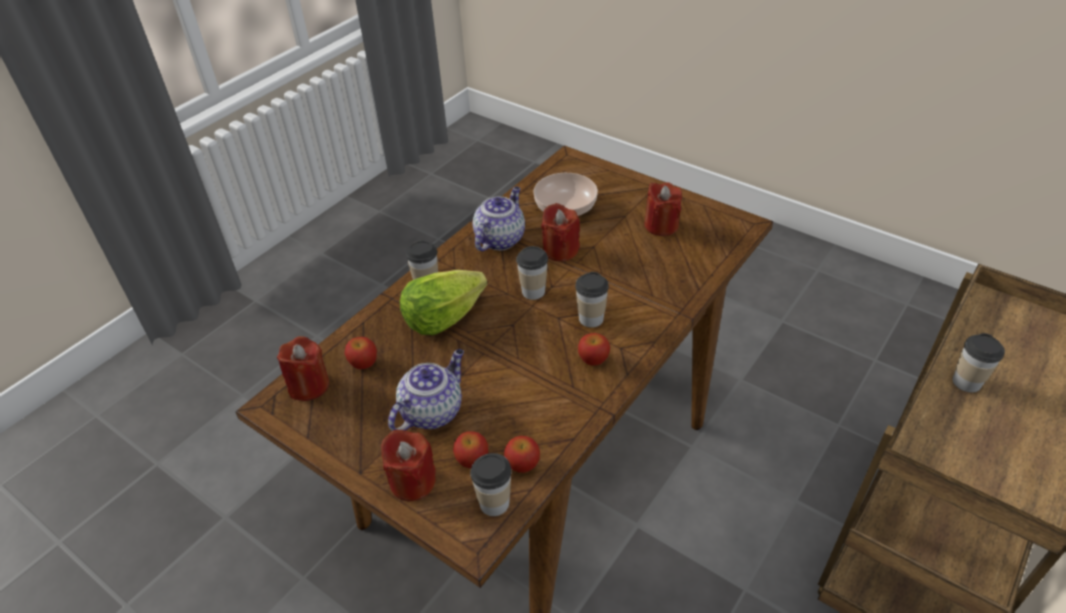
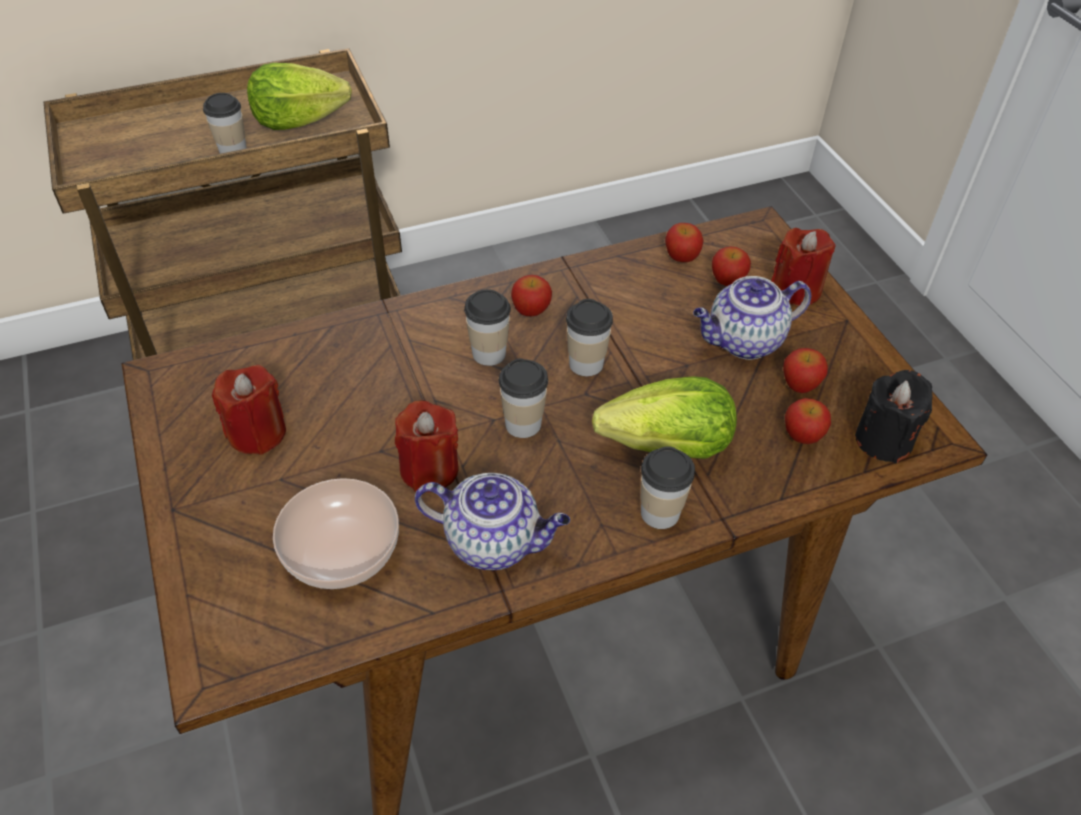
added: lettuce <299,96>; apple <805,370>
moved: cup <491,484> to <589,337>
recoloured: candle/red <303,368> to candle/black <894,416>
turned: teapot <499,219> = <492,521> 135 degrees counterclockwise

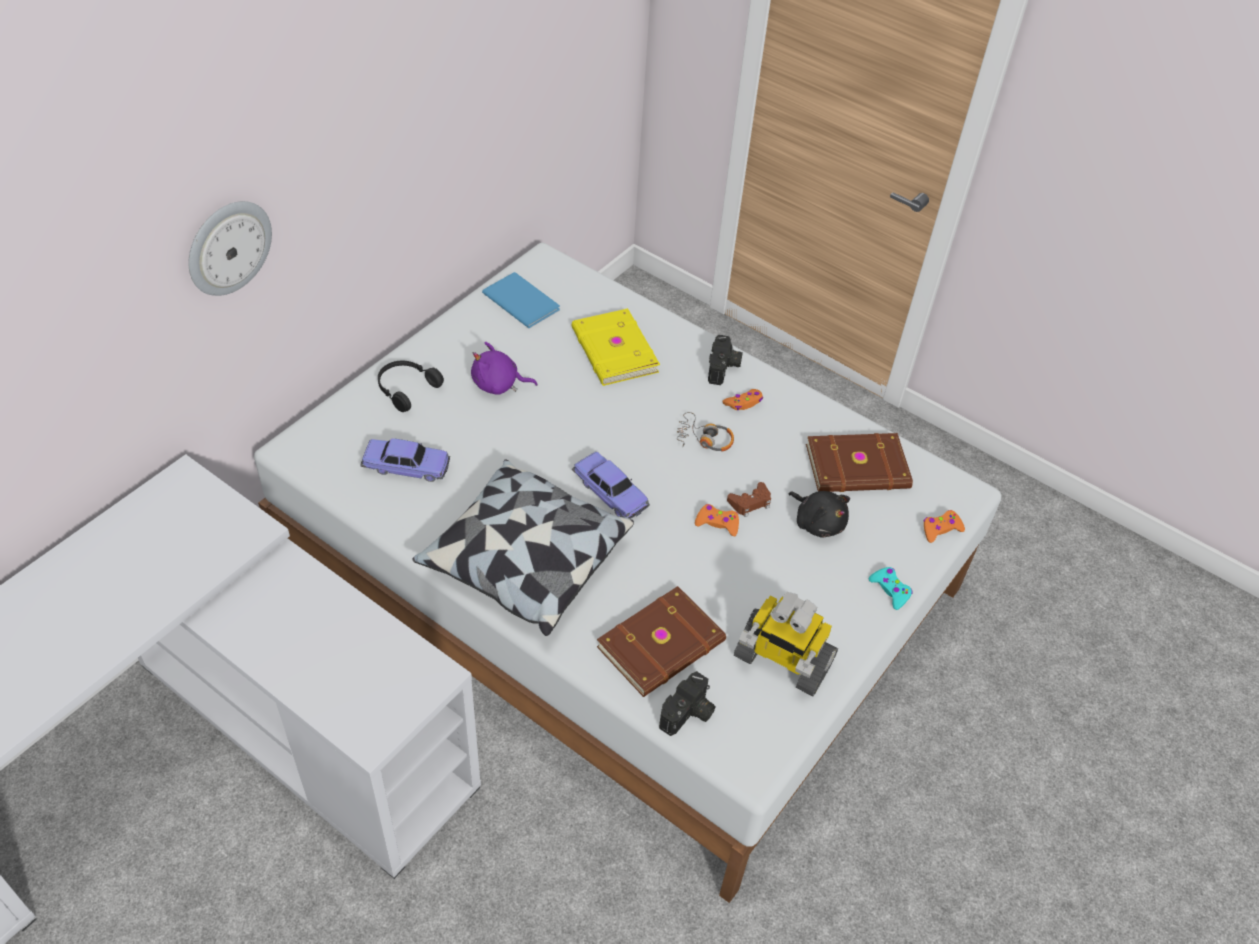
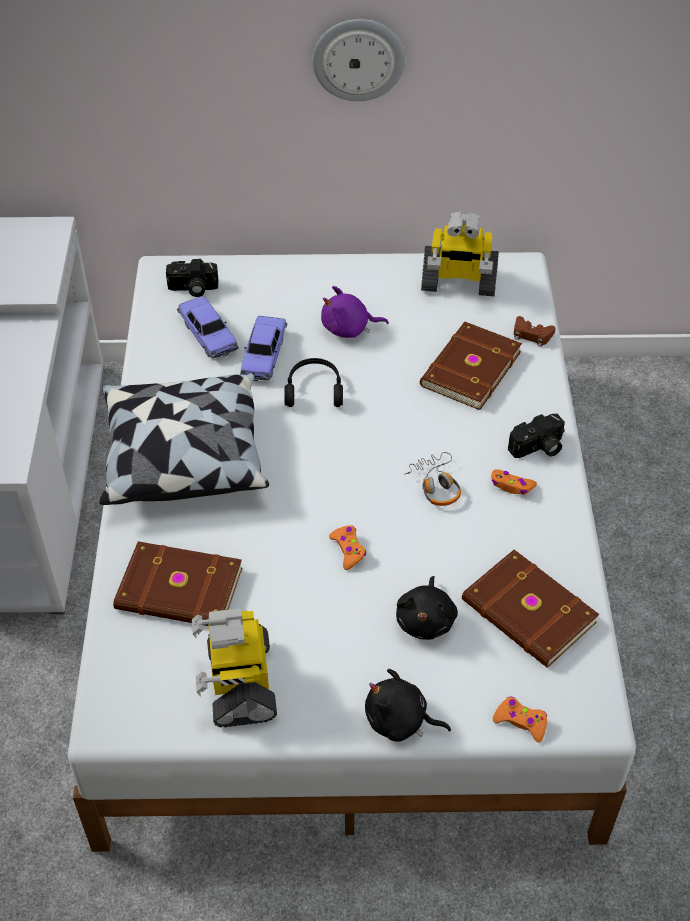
moved: wall clock <230,248> to <358,60>; headphones/black <411,386> to <313,382>; toy car <611,485> to <263,348>; game controller/brown <749,499> to <535,331>; photo camera <687,703> to <192,278>
replaced: book/blue <521,300> to toy robot <460,253>; game controller/turquoise <890,588> to plush toy/black <408,705>
recoloured: book/yellow <616,347> to book/brown <471,366>
turned: plush toy/purple <504,368> = <355,312> 60 degrees counterclockwise

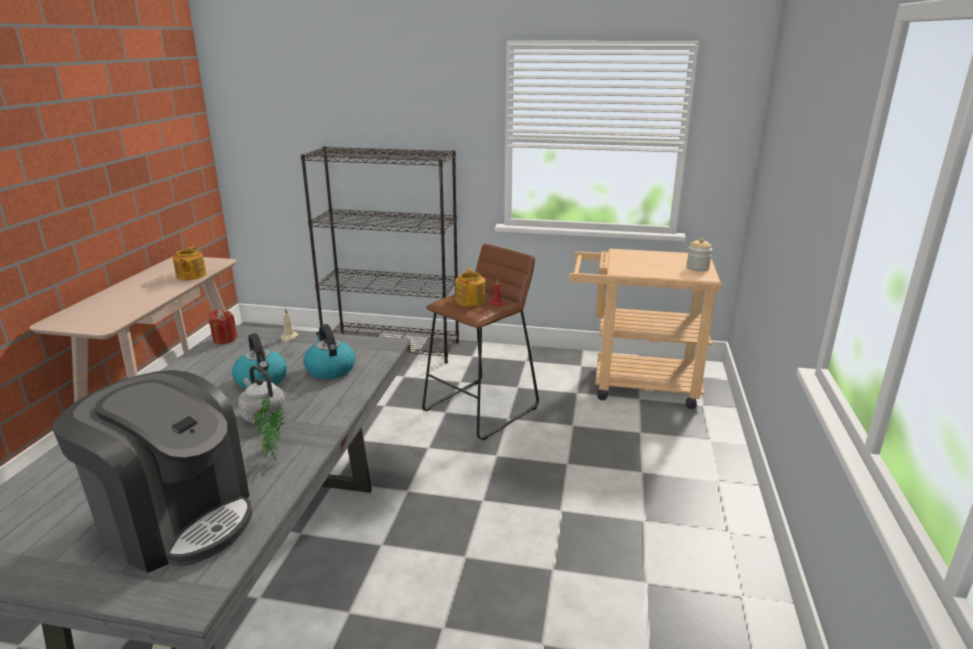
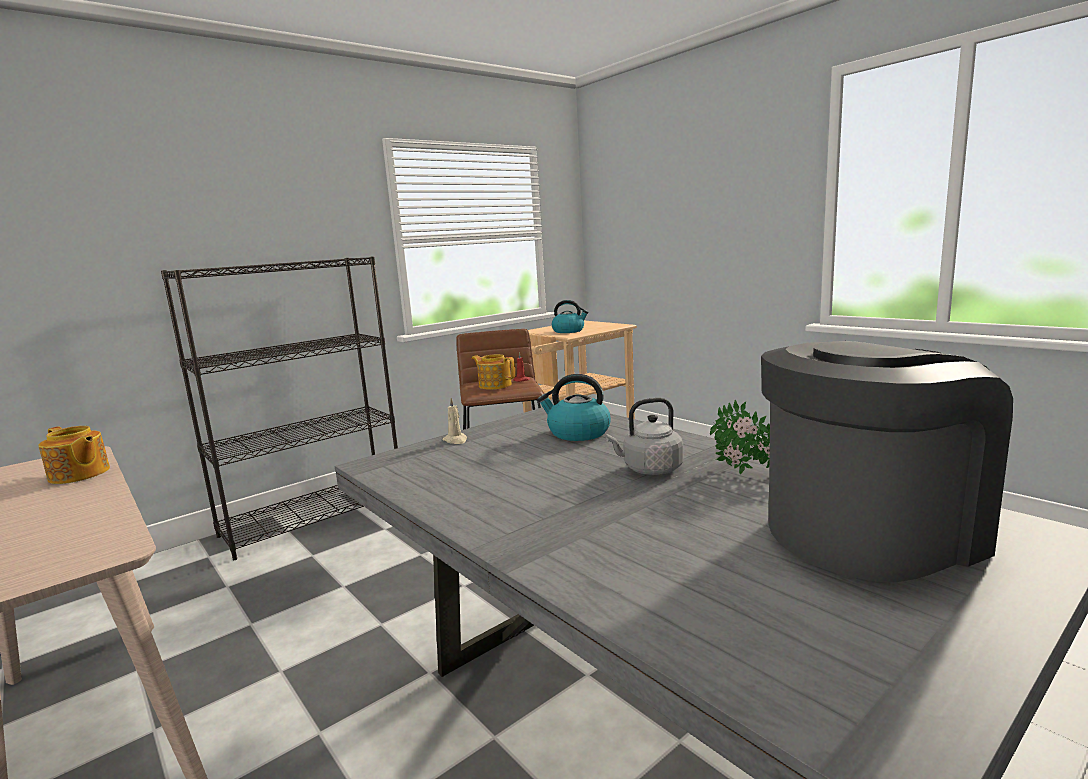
removed: jar <699,254>; candle/red <223,326>
moved: kettle <259,361> to <570,316>

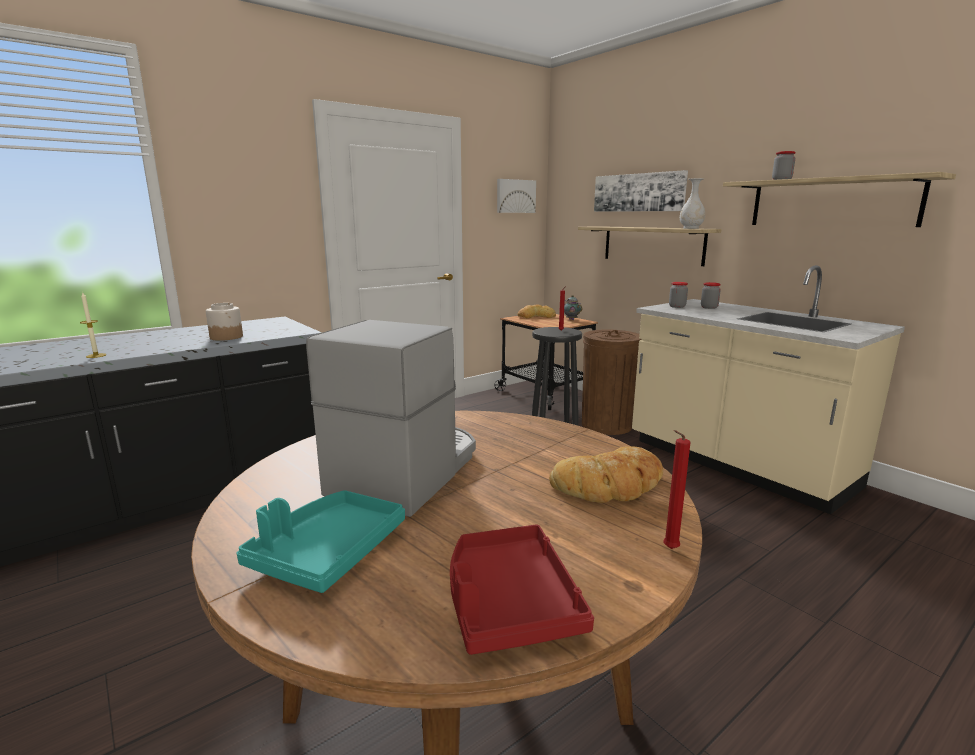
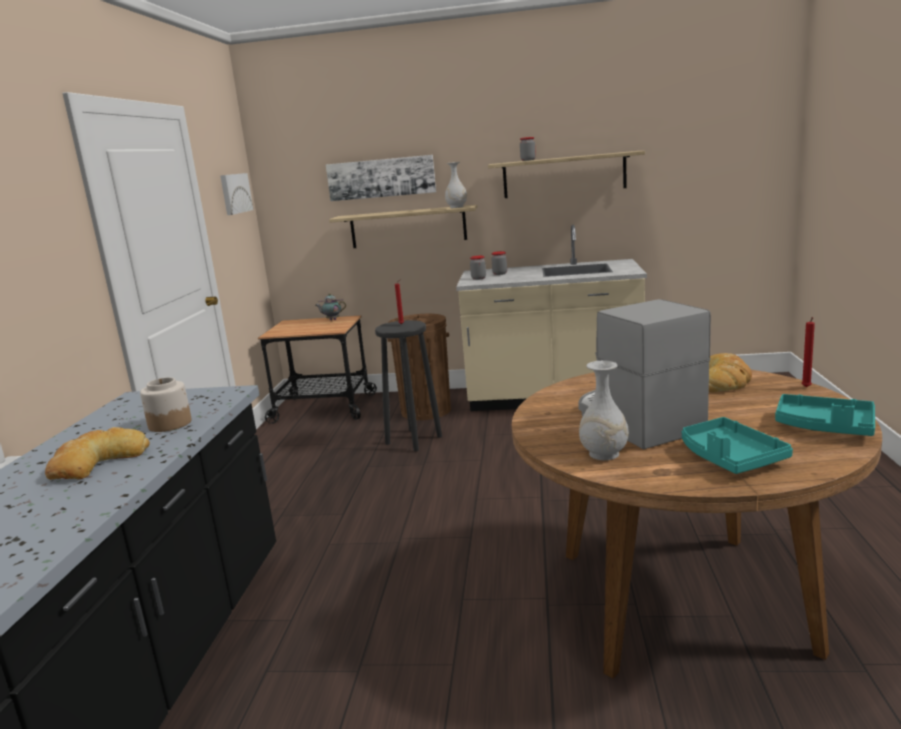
removed: candle <93,325>
added: vase/white <604,410>
moved: bread <536,311> to <97,453>
recoloured: tray/red <522,589> to tray/turquoise <825,415>

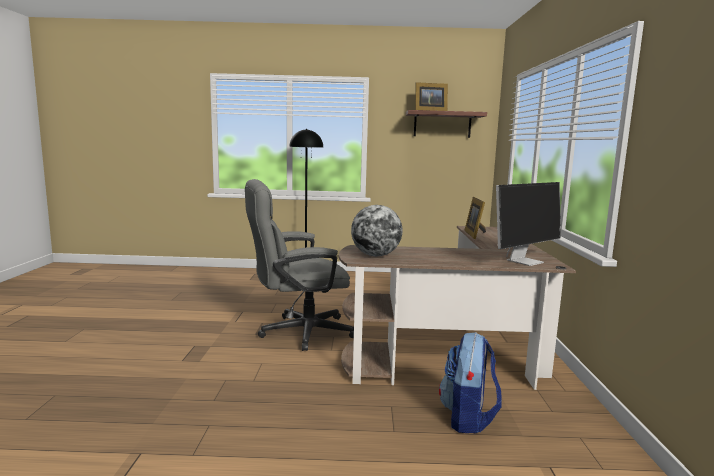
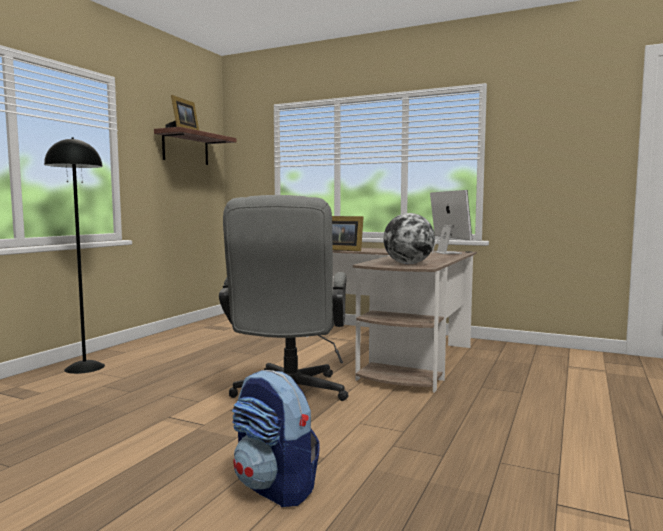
moved: backpack <470,383> to <276,438>

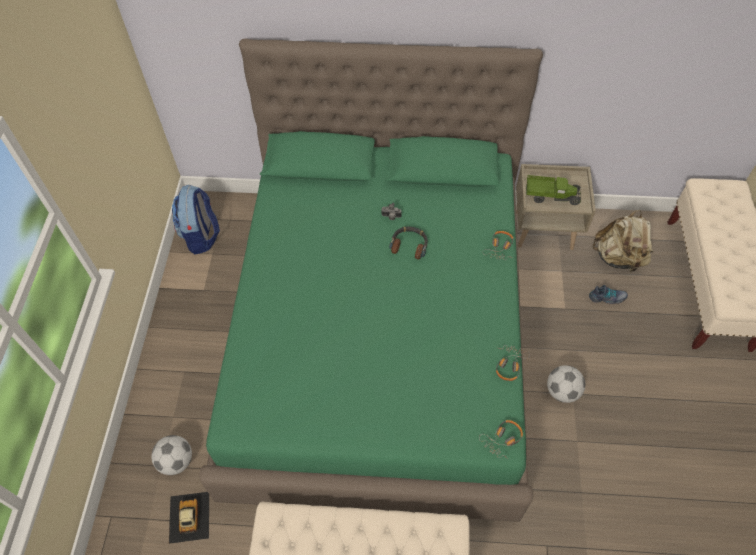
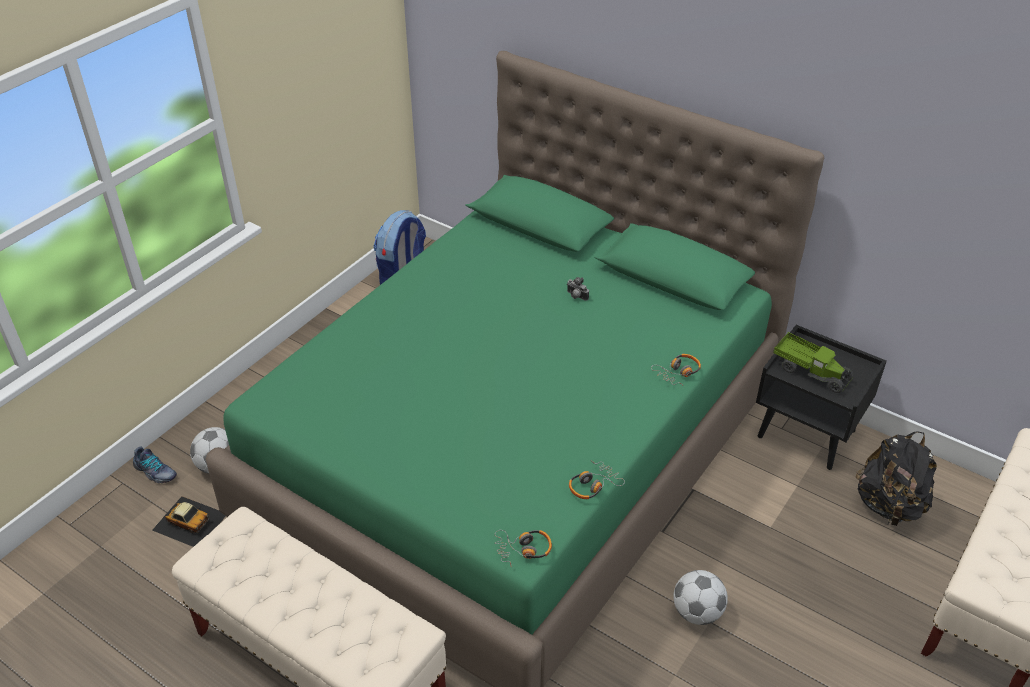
removed: headphones <408,243>
moved: shoe <608,294> to <155,464>
recoloured: nightstand/beige <556,207> to nightstand/black <821,397>; backpack/beige <623,241> to backpack/black <896,478>
turned: toy car <189,518> = <189,521> 90 degrees clockwise

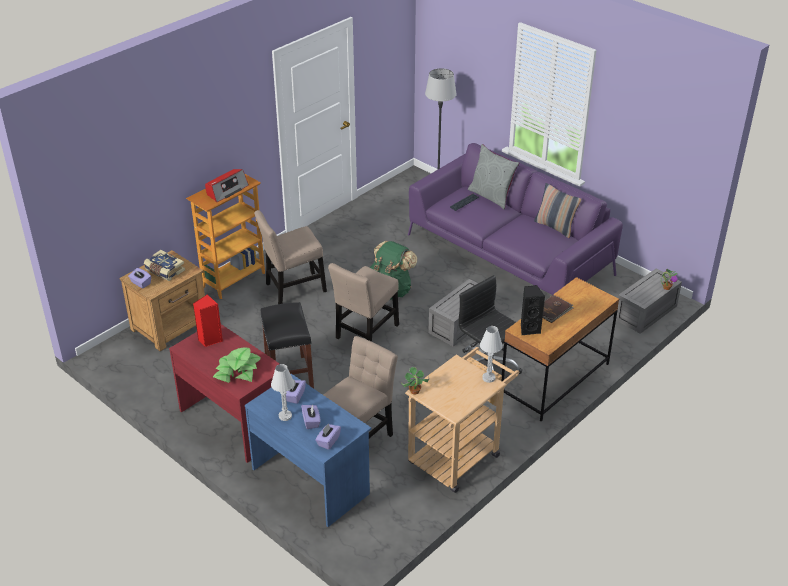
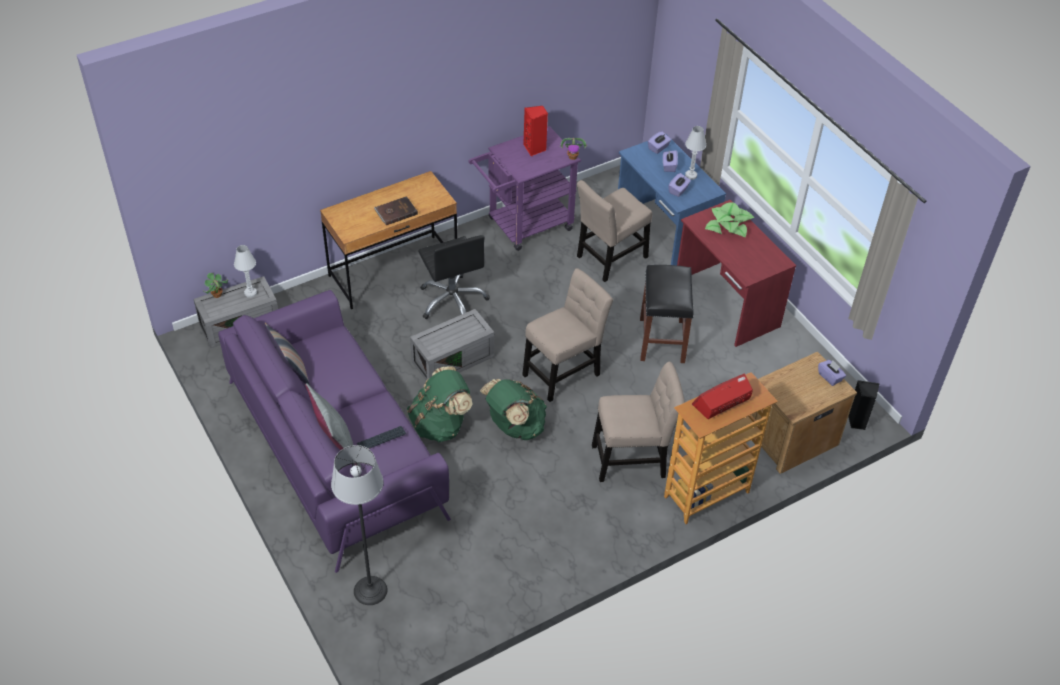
removed: book <164,265>
added: backpack/green <440,404>
moved: speaker/black <533,310> to <864,405>; speaker/red <208,320> to <535,131>; table lamp/white <491,354> to <245,271>
recoloured: cart/beige <462,420> to cart/purple <524,188>

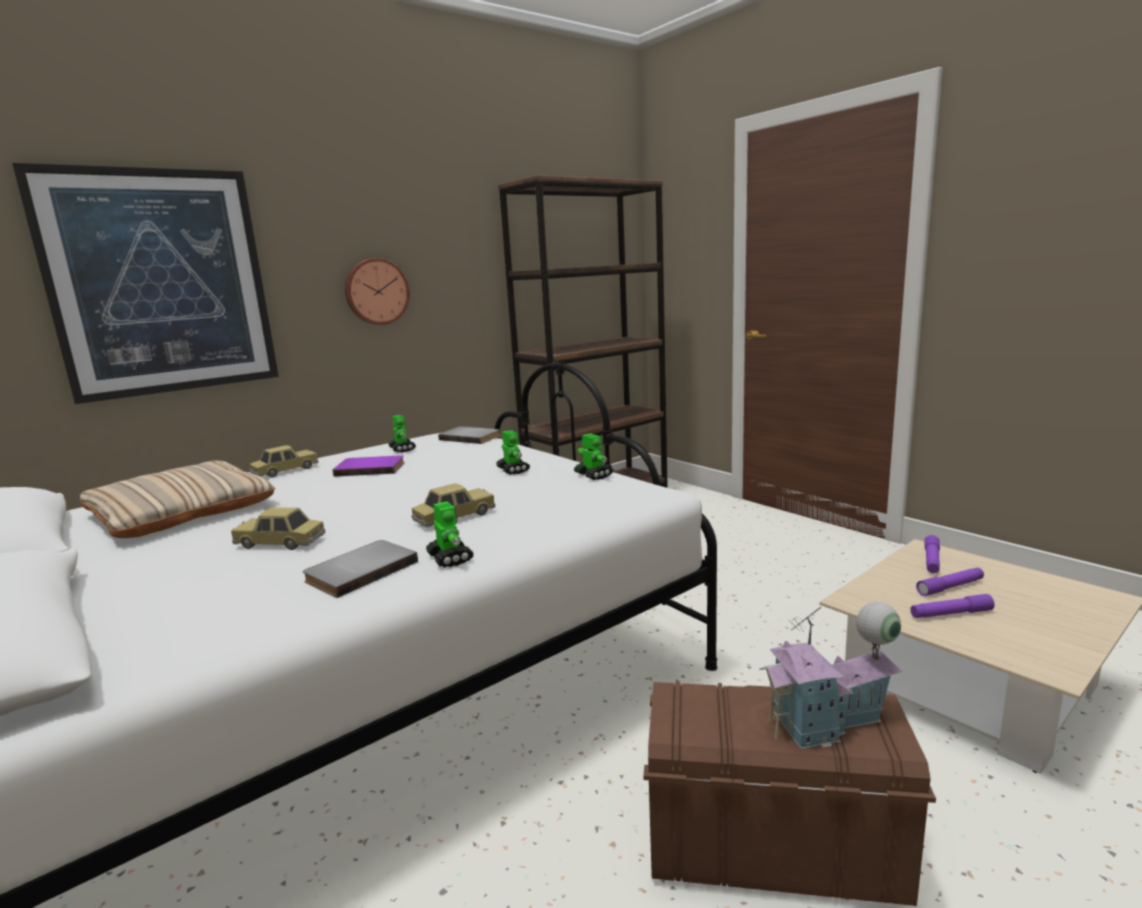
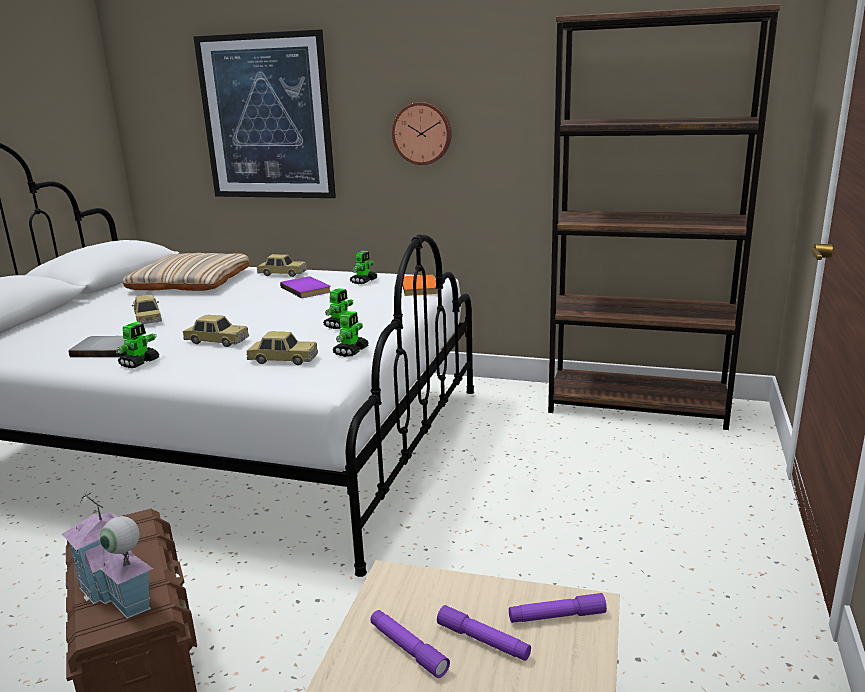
added: toy car <282,348>
recoloured: book/grey <469,435> to book/orange <420,285>

